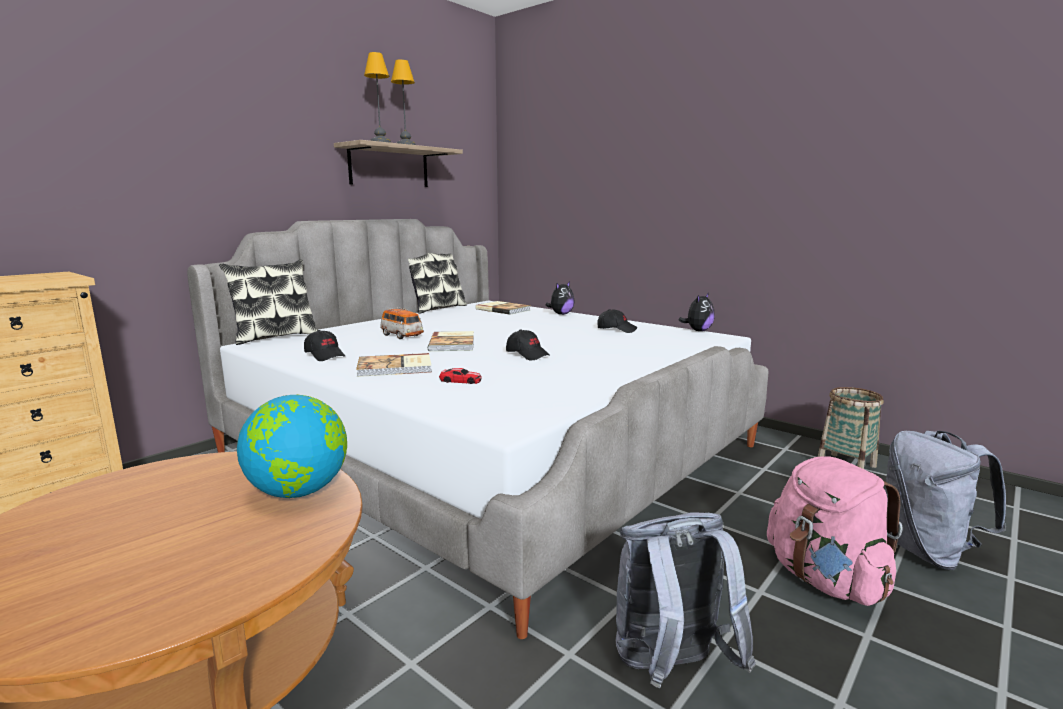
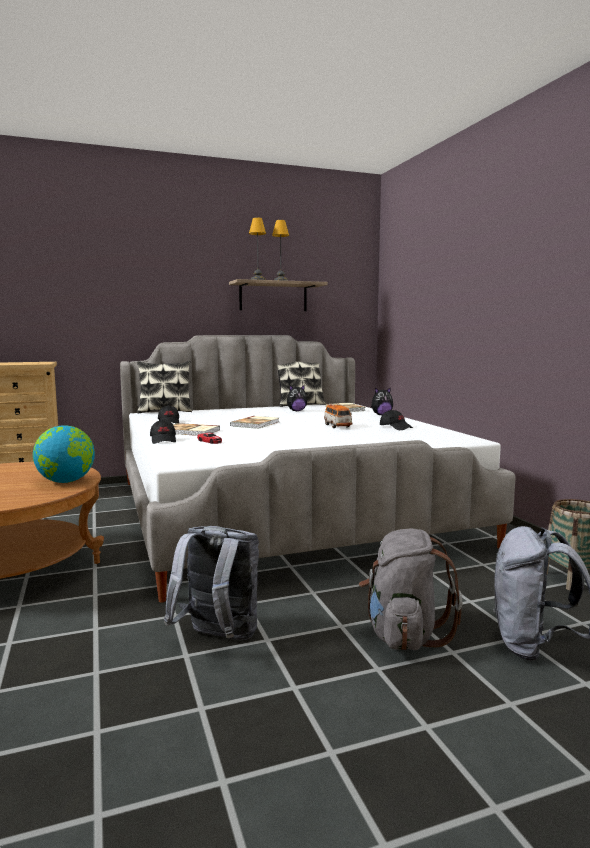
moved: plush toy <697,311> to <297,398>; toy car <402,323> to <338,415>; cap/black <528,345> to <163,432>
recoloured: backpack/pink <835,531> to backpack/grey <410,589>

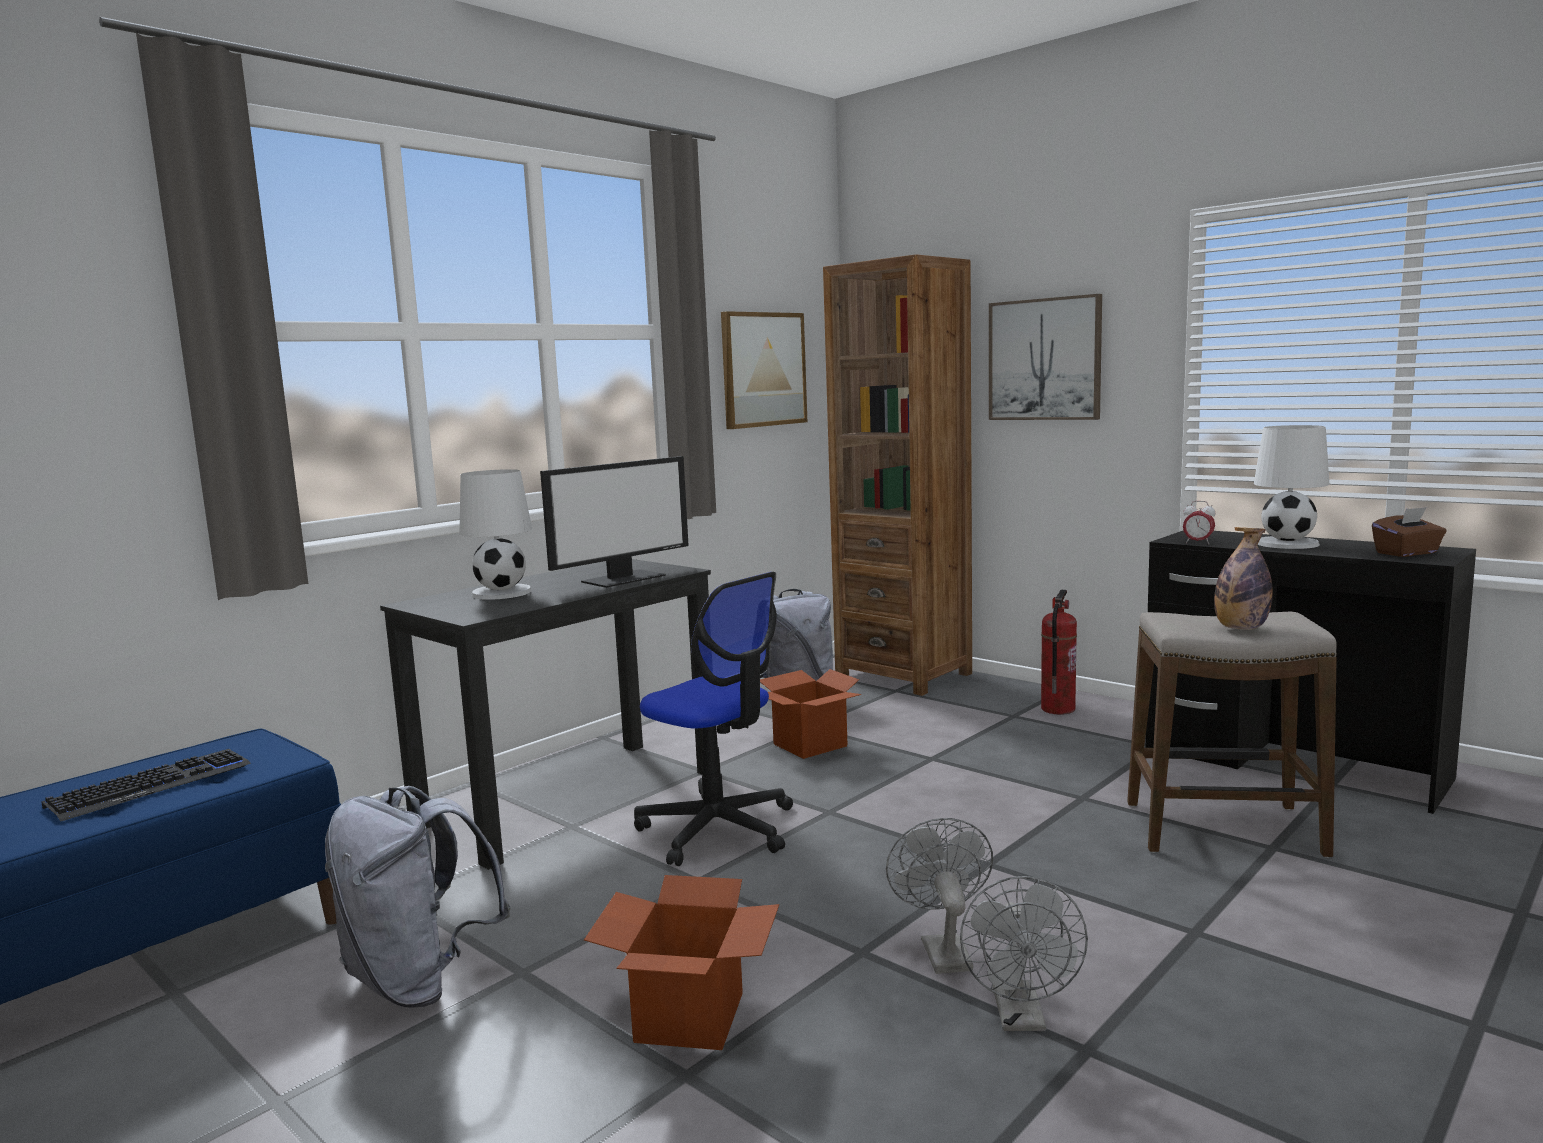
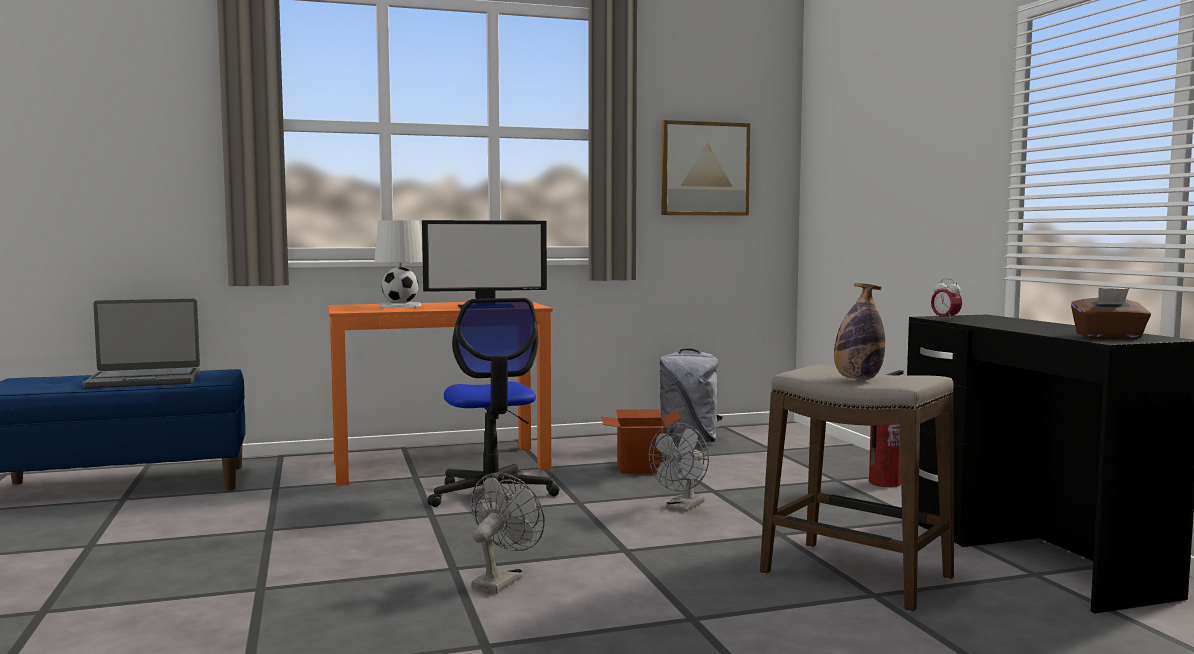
removed: bookcase/brown <897,475>; picture <1045,357>; table lamp/white <1291,487>; backpack/grey <417,897>; cardboard box <681,962>
moved: fan/grey <1024,953> to <679,467>
replaced: keyboard <146,785> to laptop <141,344>
recoloured: desk/black <545,714> to desk/orange <440,394>

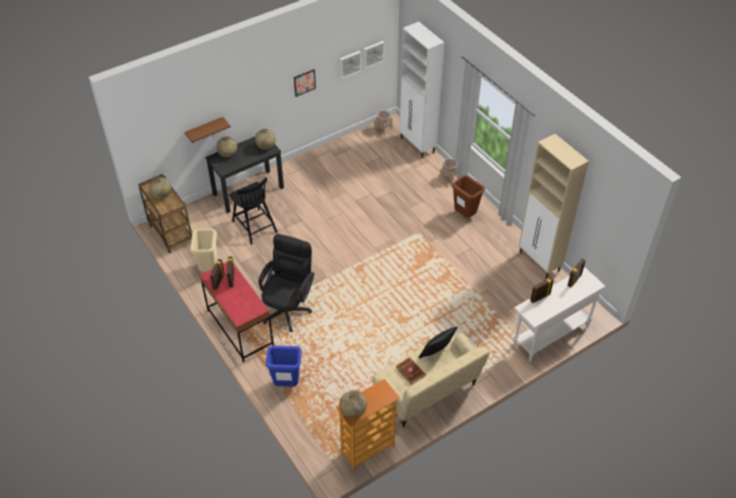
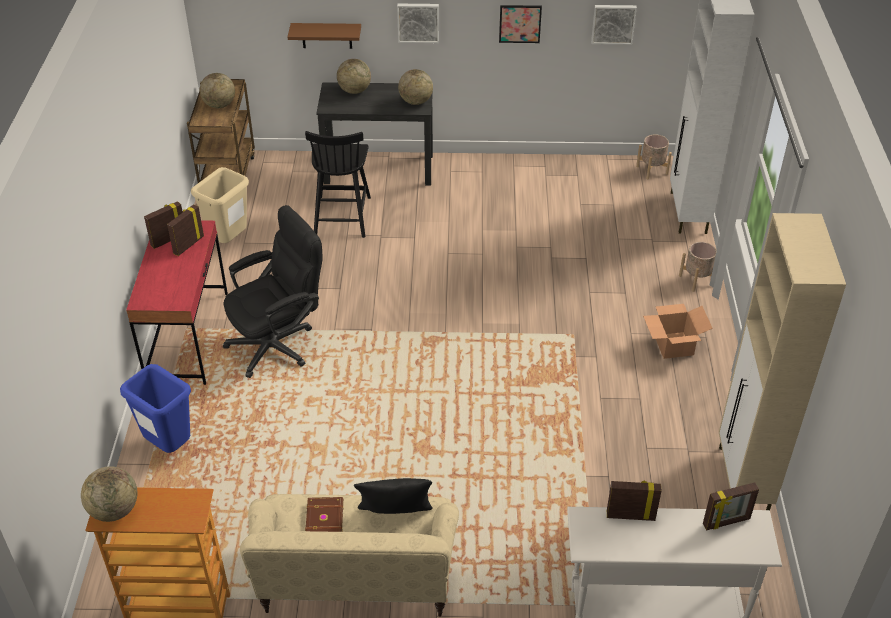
moved: picture <374,55> to <418,23>
replaced: trash can/brown <468,196> to cardboard box <678,331>

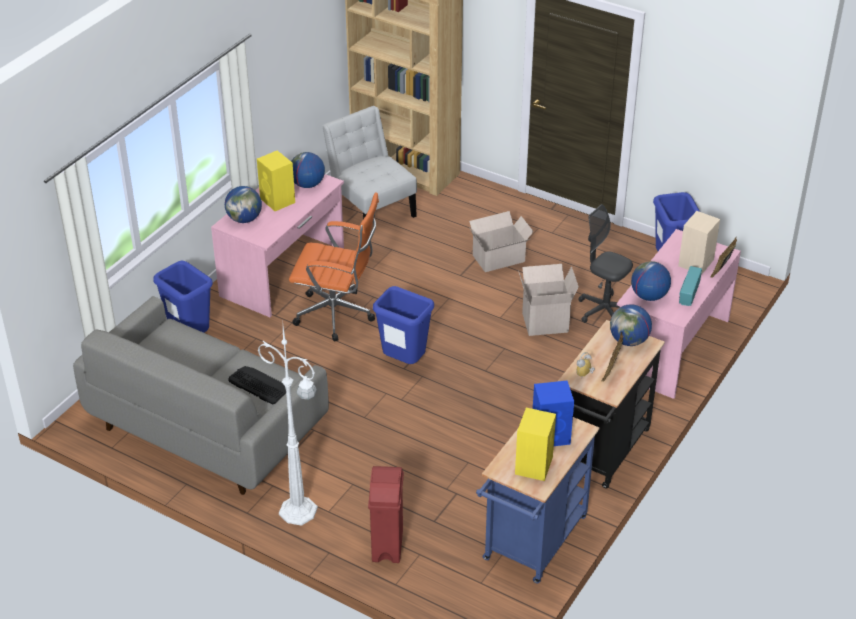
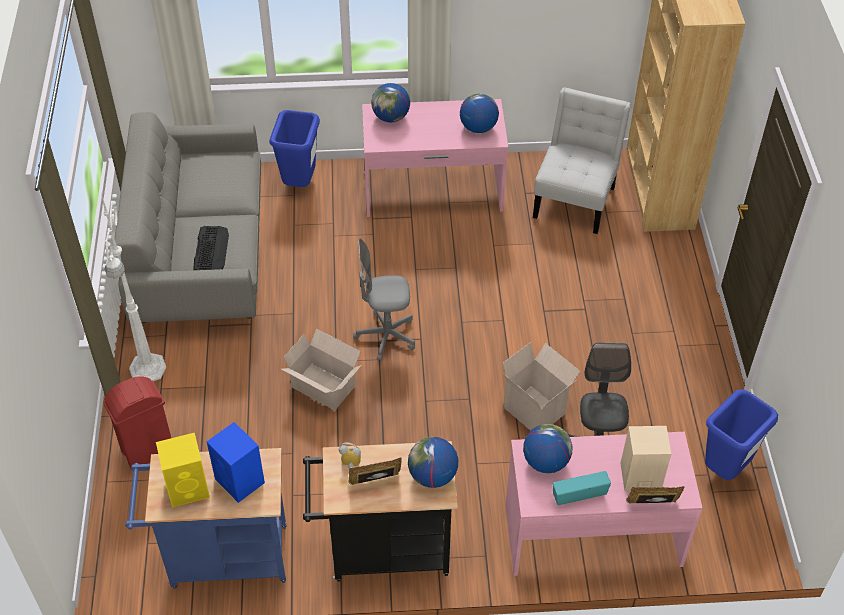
removed: speaker/yellow <276,181>; office chair/orange <334,267>
moved: cardboard box <501,241> to <321,369>
replaced: trash can/blue <403,325> to office chair/grey <384,300>

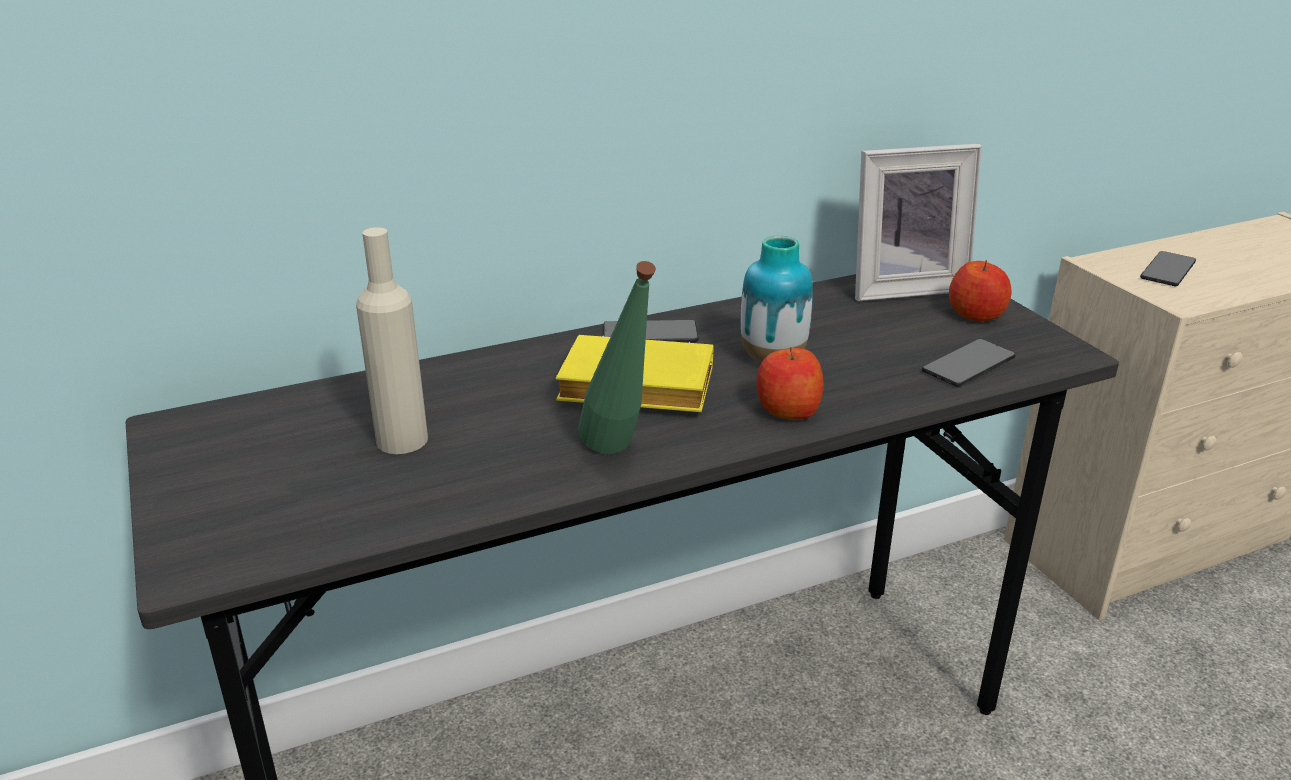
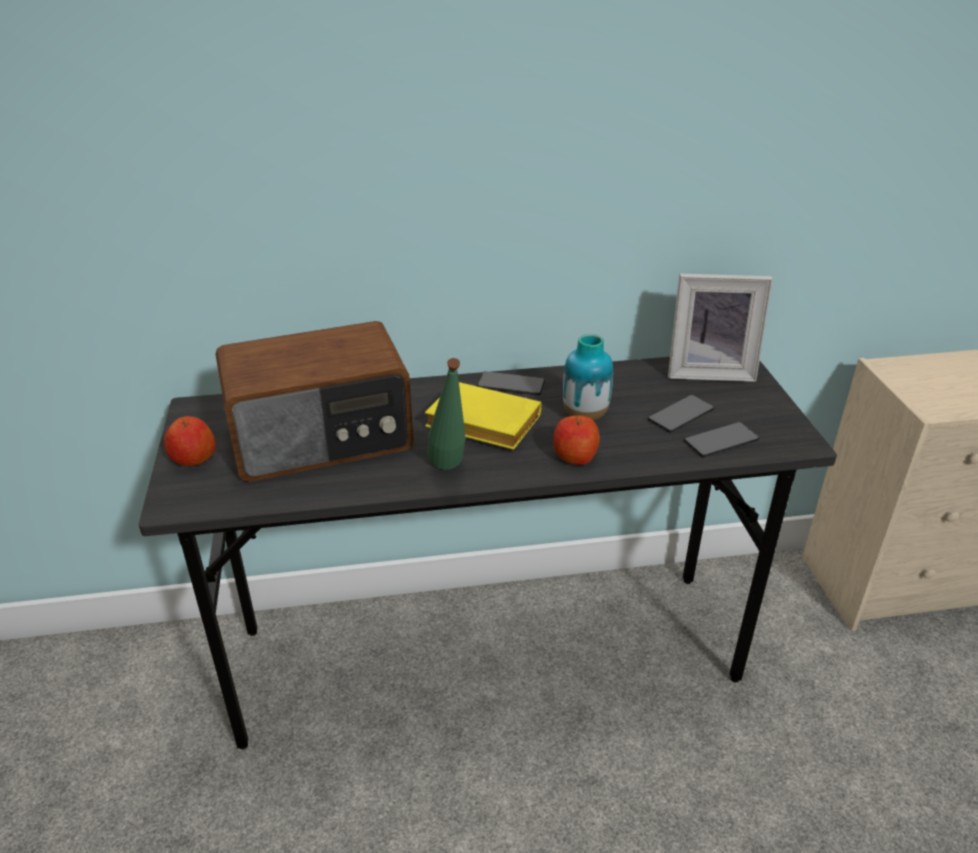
moved: phone <1168,268> to <681,414>; apple <980,290> to <190,441>
replaced: bottle/beige <392,340> to radio <314,401>

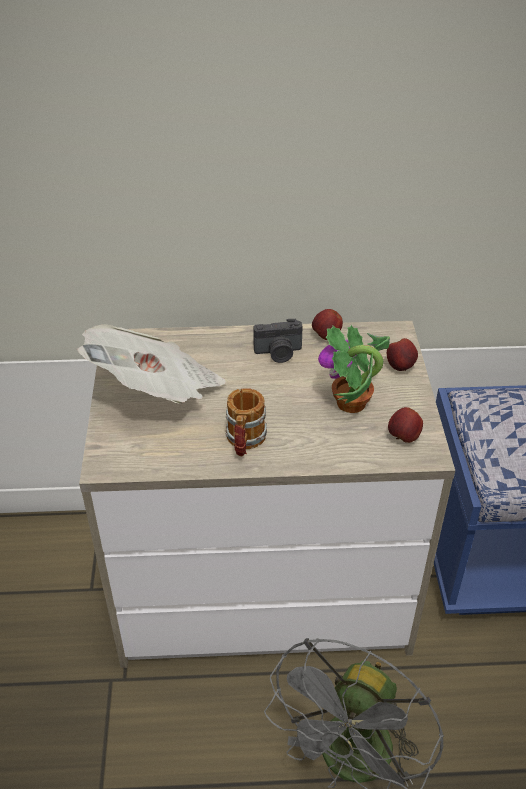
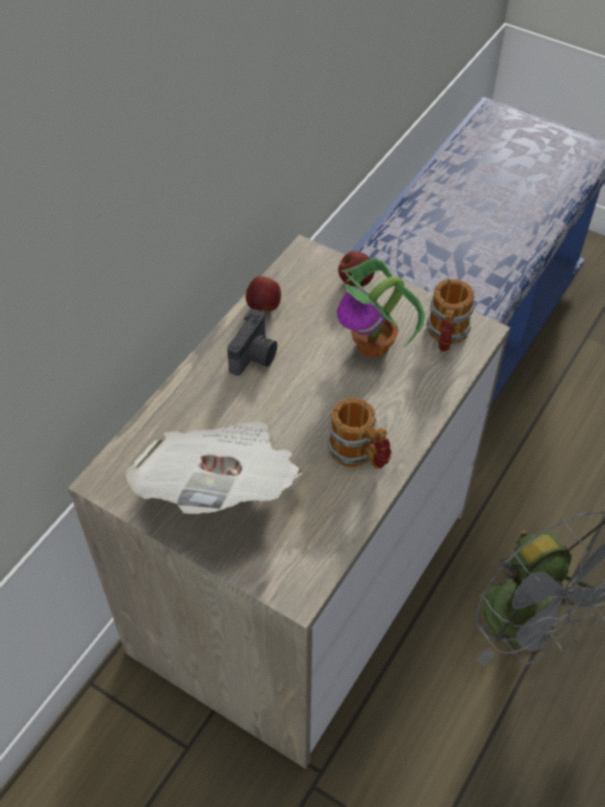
replaced: apple <405,425> to mug <450,315>

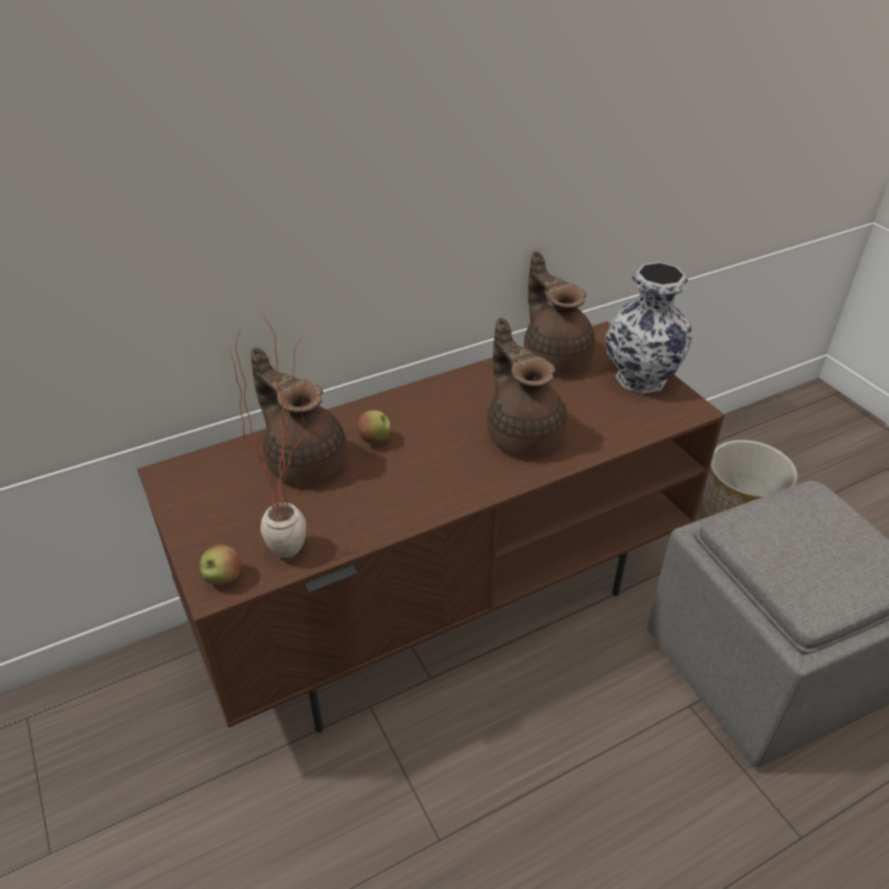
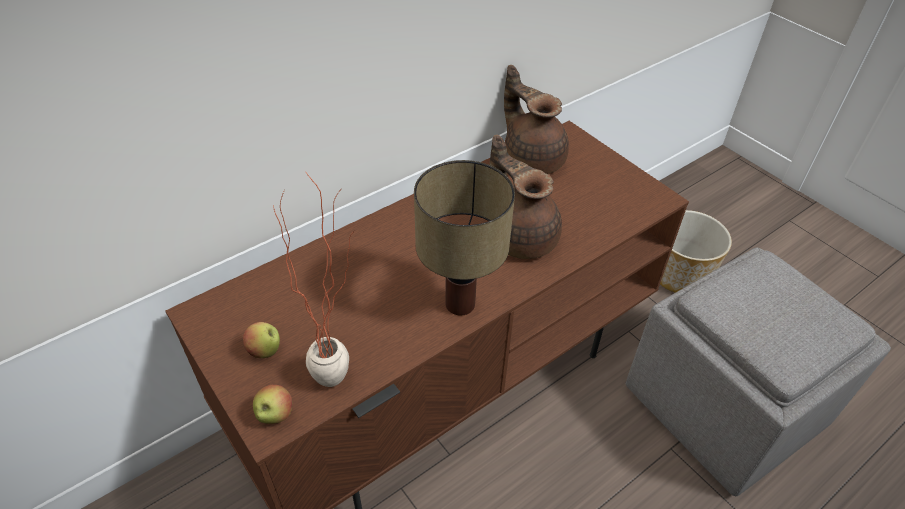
removed: vase <648,328>; teapot/brown <299,415>
added: table lamp <464,238>
moved: apple <374,427> to <261,340>

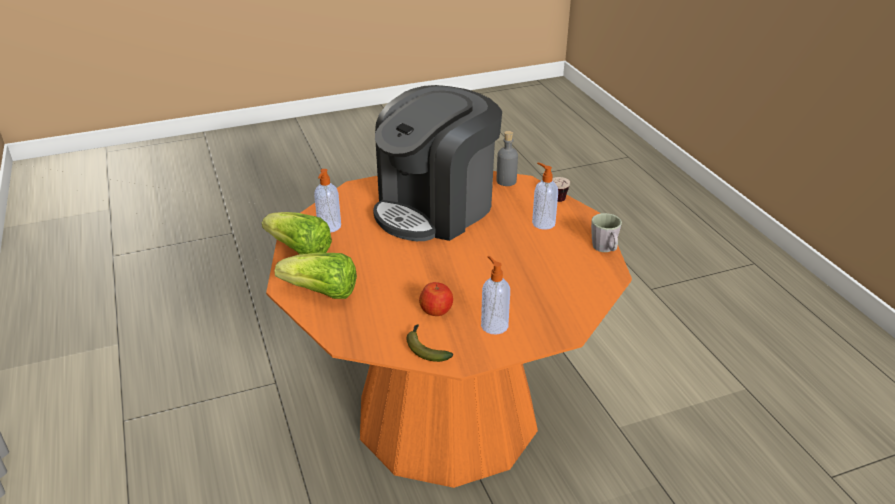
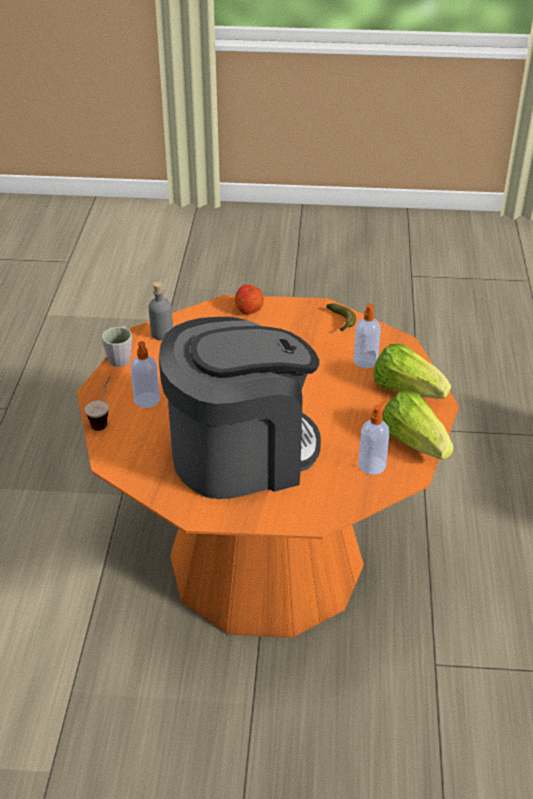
moved: bottle/grey <507,158> to <160,310>; soap dispenser <495,295> to <367,335>; apple <436,299> to <249,299>

